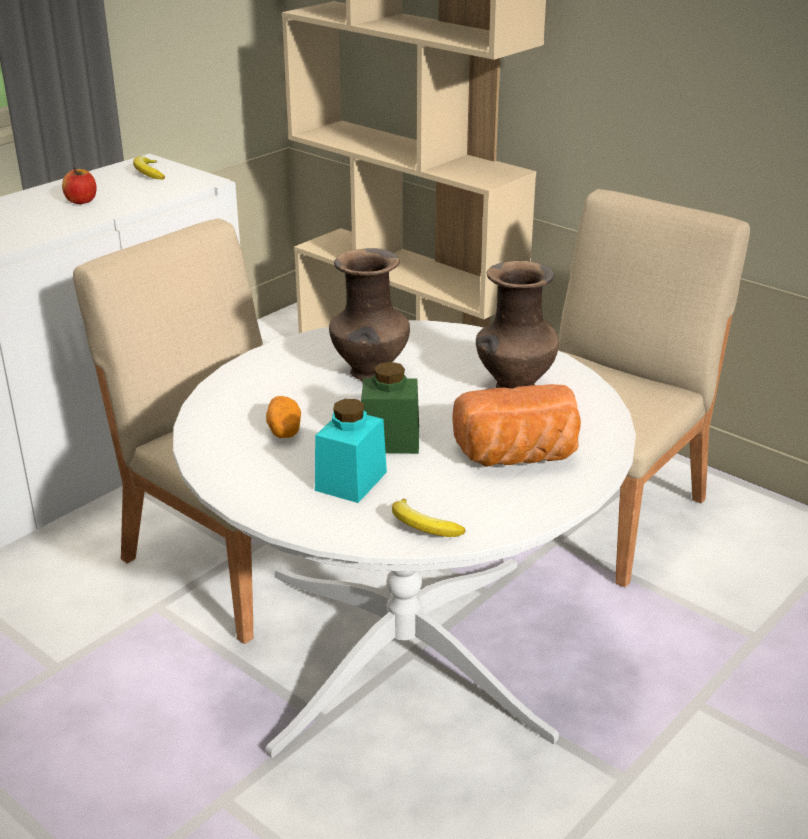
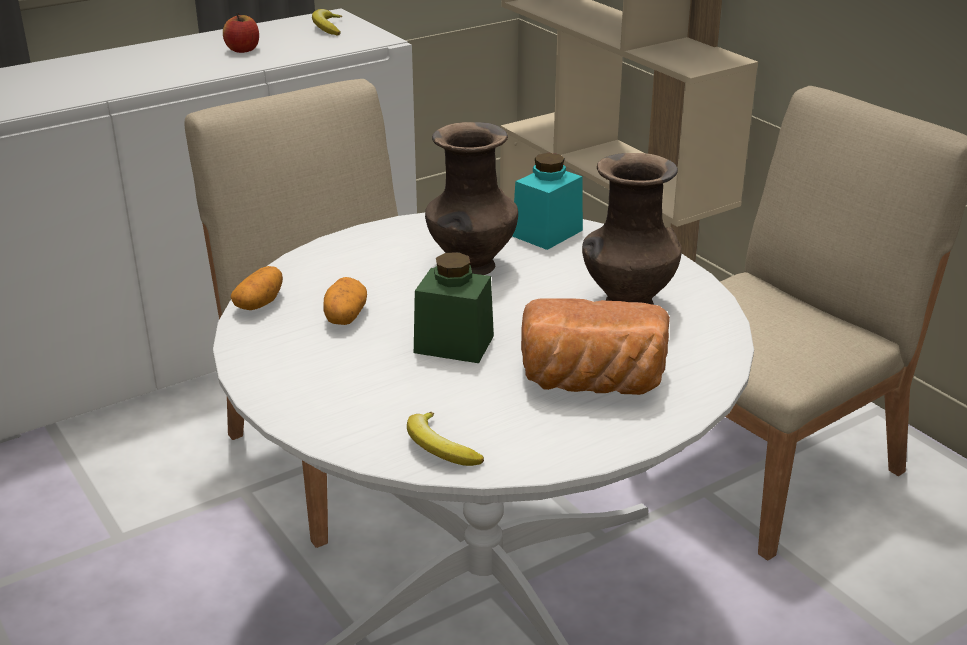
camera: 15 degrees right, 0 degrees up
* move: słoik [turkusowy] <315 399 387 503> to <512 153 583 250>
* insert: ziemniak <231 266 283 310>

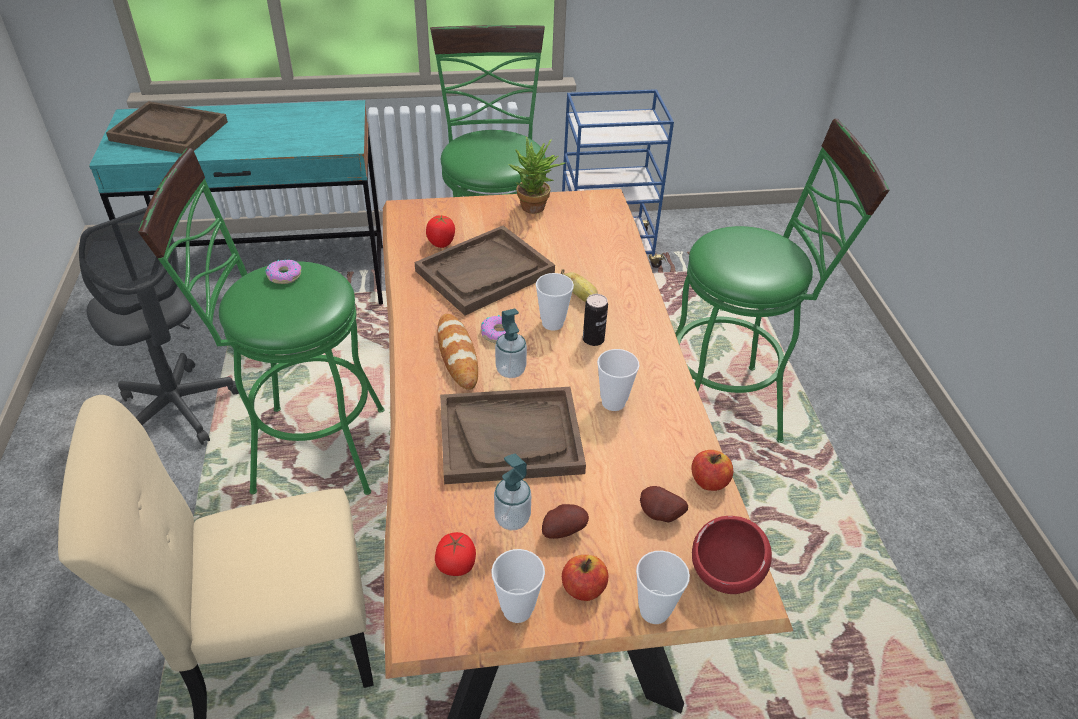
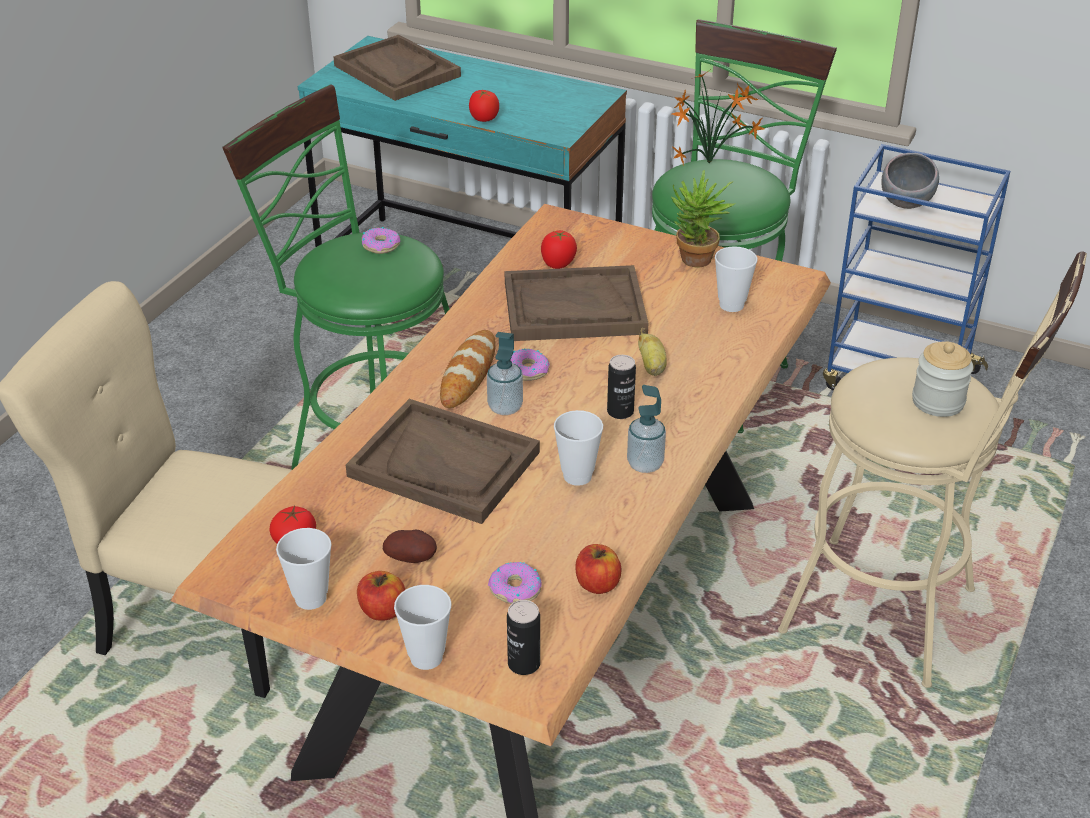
camera: 35 degrees right, 5 degrees down
* delete: krzesło biurowe [szary] <79 207 239 445>
* move: dozownik mydła <494 454 531 530> to <627 385 666 473>
* move: filiżanka <536 273 574 331> to <715 246 758 312>
* replace: ziemniak <640 486 688 522> to donut <488 562 542 604>
* recolor: stołek [zielony] <675 119 889 443> to stołek [beżowy] <778 251 1087 688>
* replace: miska [czerwony] <692 516 772 594> to puszka <507 600 540 675>
* insert: pomidor <469 90 499 122>
* insert: roślina doniczkowa <671 70 764 165>
* insert: miska [szary] <882 153 939 209>
* insert: słoik <912 341 973 417>

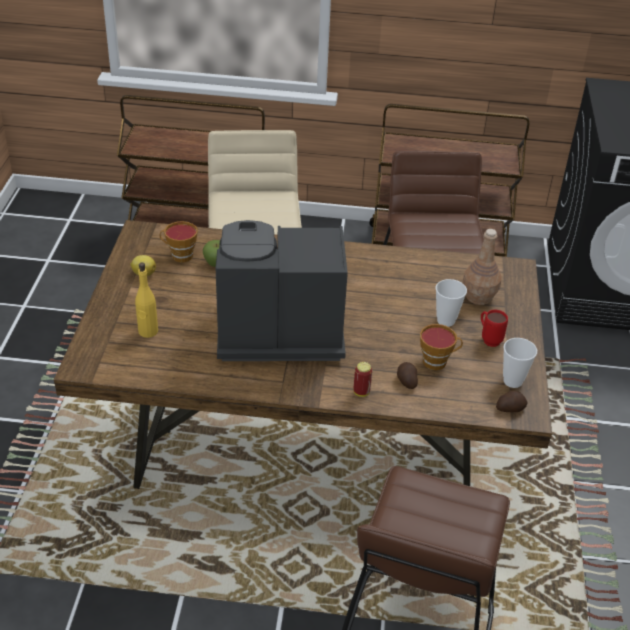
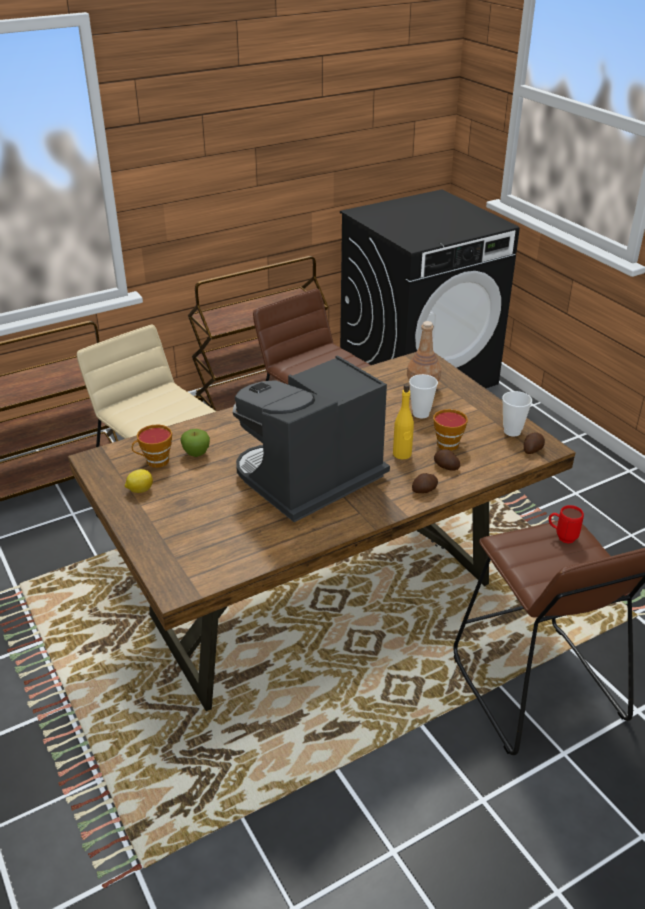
camera: 35 degrees left, 5 degrees down
* move: butelka [żółty] <135 263 158 338> to <393 384 414 459>
* replace: puszka <353 362 372 397> to ziemniak <412 473 438 493>
* move: kubek [czerwony] <481 310 508 347> to <548 505 584 543>

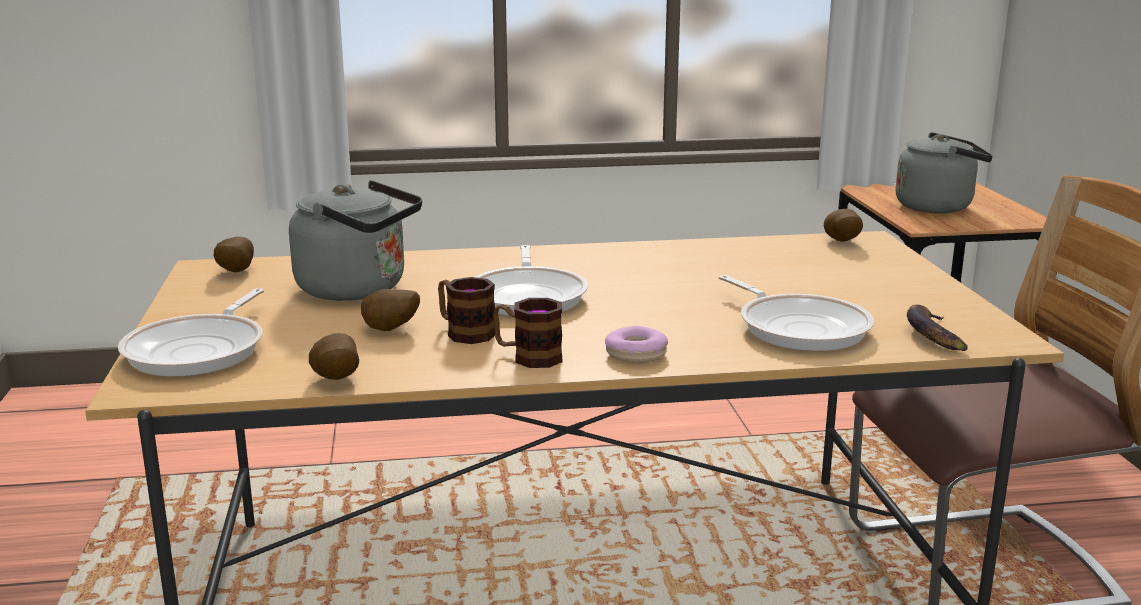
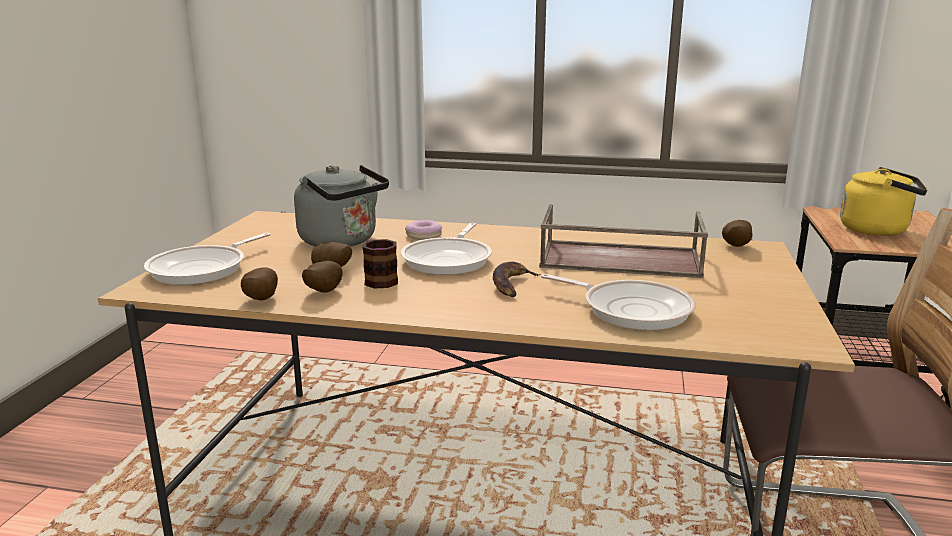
camera: 20 degrees right, 0 degrees up
* move: ziemniak <214 237 254 272> to <302 261 342 293>
* delete: kubek <493 298 563 368>
* move: donut <605 326 668 363> to <405 220 442 240>
* rotate: patelnia <719 275 874 351> = <541 274 696 330> 45 degrees counterclockwise
* recolor: czajnik [szary] <895 132 993 213> to czajnik [żółty] <840 167 928 236>
* move: banan <907 304 968 351> to <493 262 540 297>
* insert: taca [brązowy] <539 204 708 278>

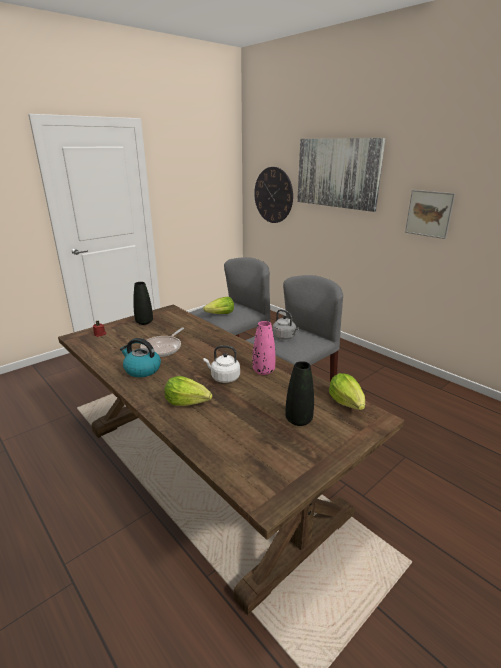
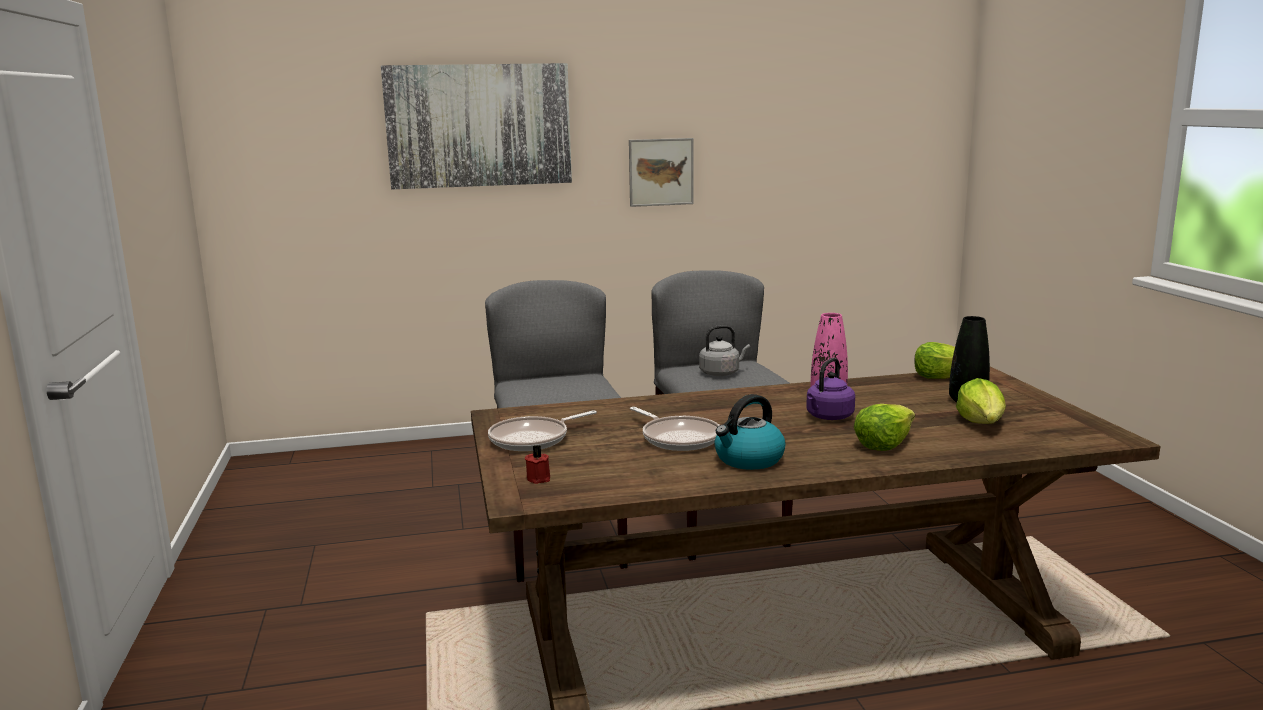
camera: 60 degrees left, 10 degrees down
* replace: wazon [czarny] <133 282 153 325> to patelnia <488 410 597 451>
* move: sałata <203 297 234 314> to <956 378 1006 424>
* recolor: czajnik [biały] <204 345 240 383> to czajnik [fioletowy] <806 358 855 420>
* delete: zegar ścienny <254 167 293 223>

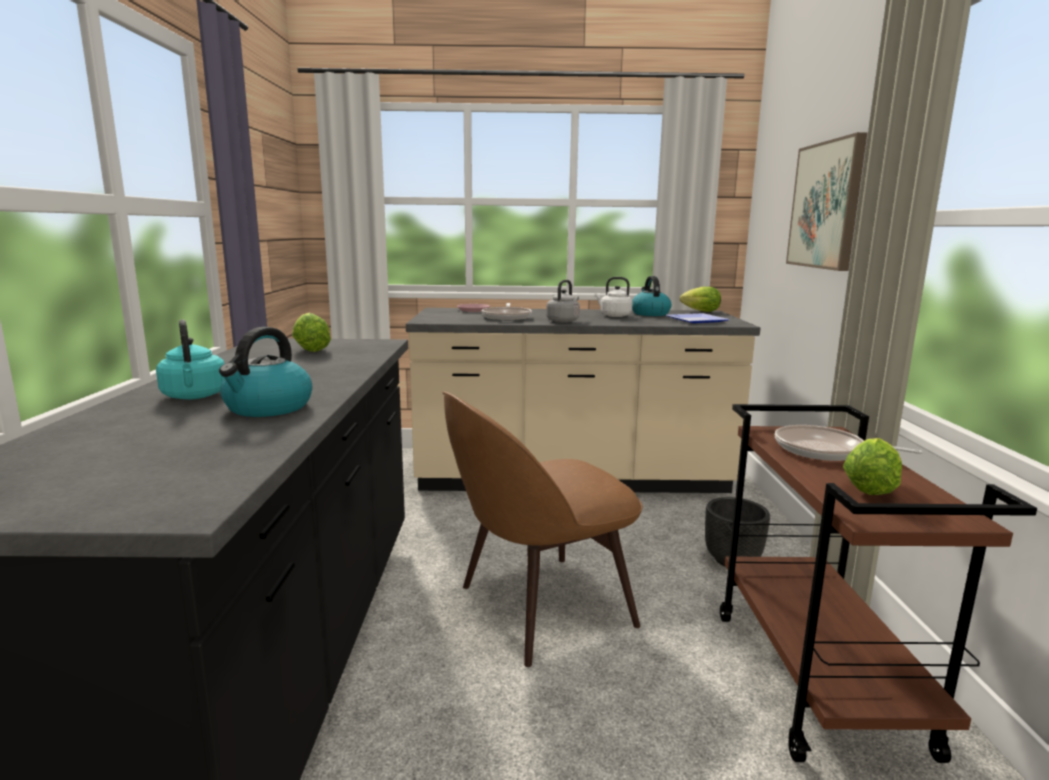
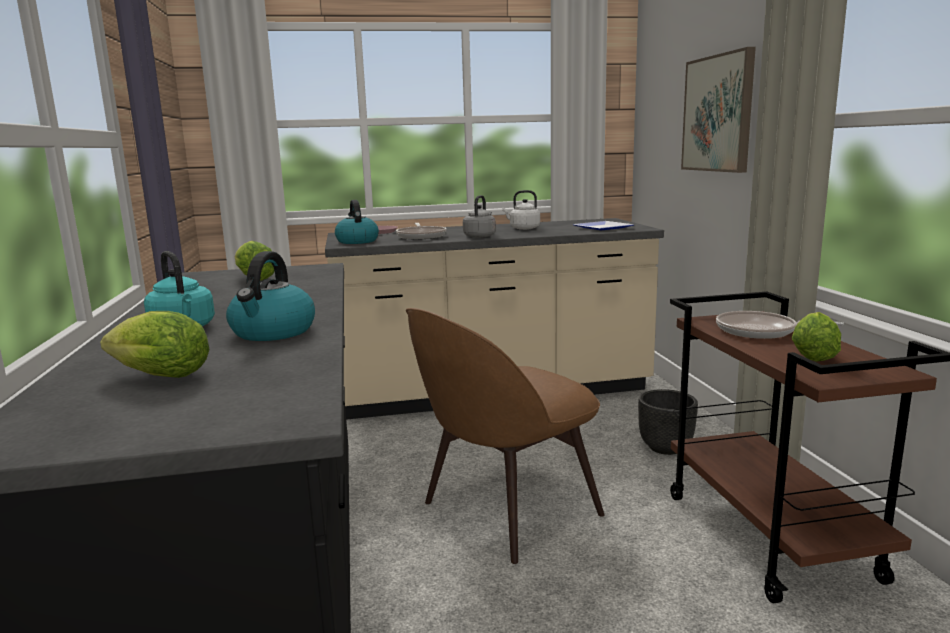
camera: 10 degrees left, 0 degrees up
* move: czajnik <632 276 671 316> to <335 200 379 244>
* move: sałata <680 287 721 312> to <100 311 209 378>

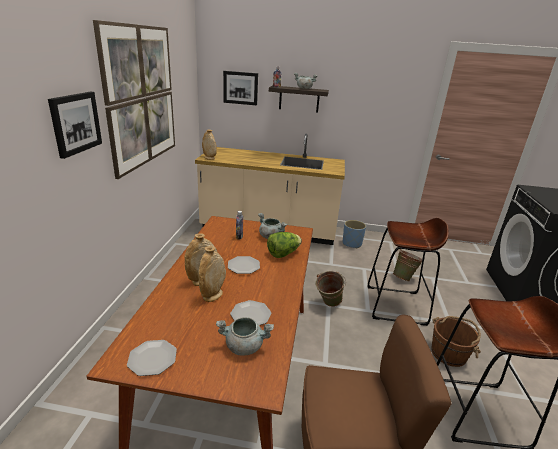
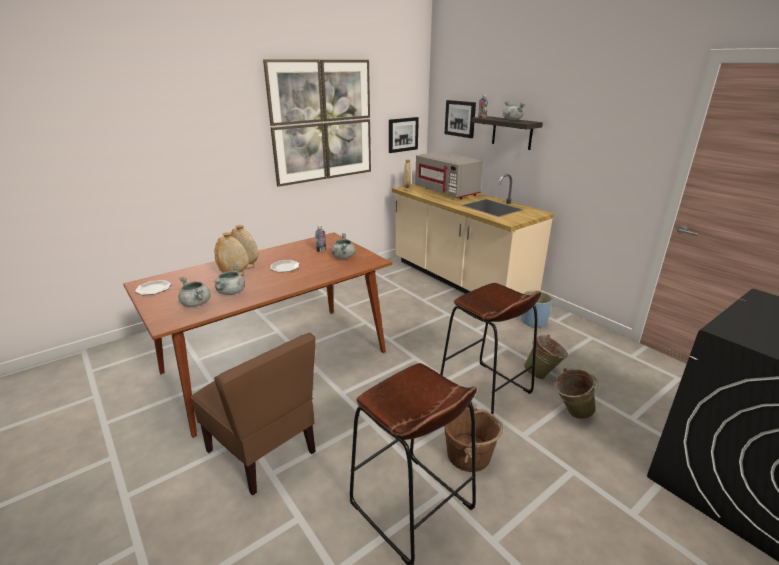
camera: 45 degrees right, 0 degrees up
* move: obraz <48 92 102 159> to <389 117 419 153>
* replace: talerz <230 300 271 325> to garnek [szary] <214 264 245 295>
* delete: sałata <267 232 302 258>
* move: wiadro [zielony] <316 271 346 307> to <554 368 598 419>
* insert: mikrofalówka [szary] <415 151 483 199>

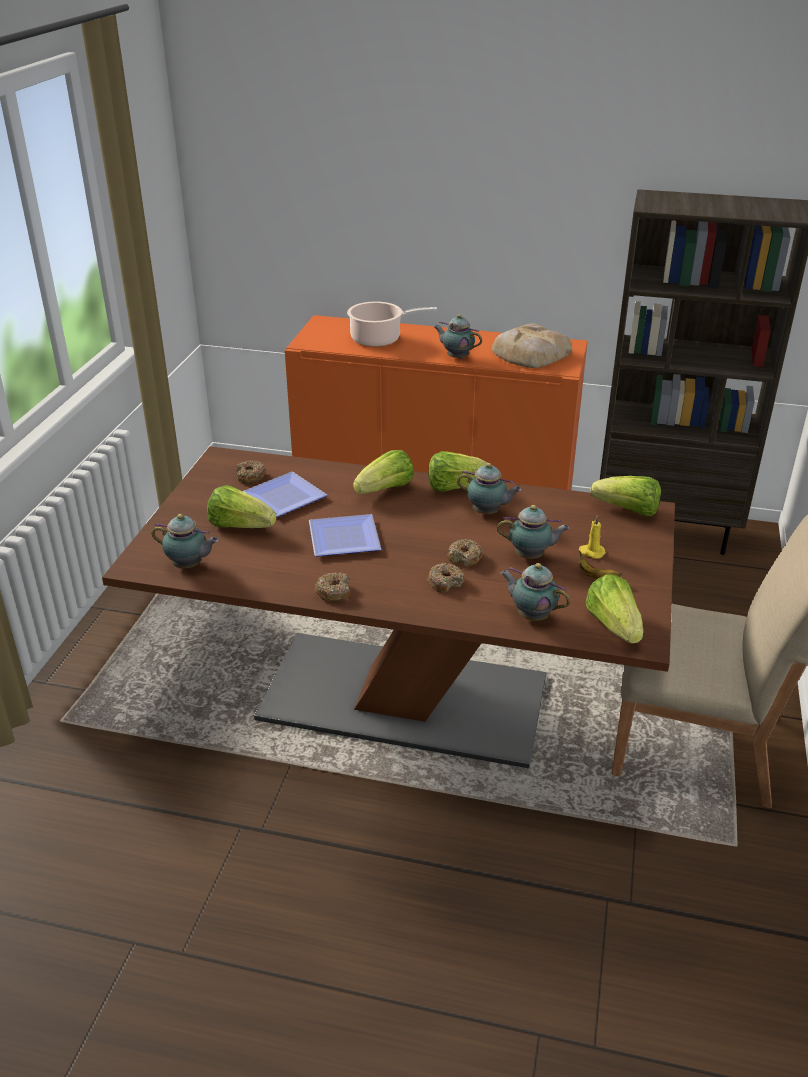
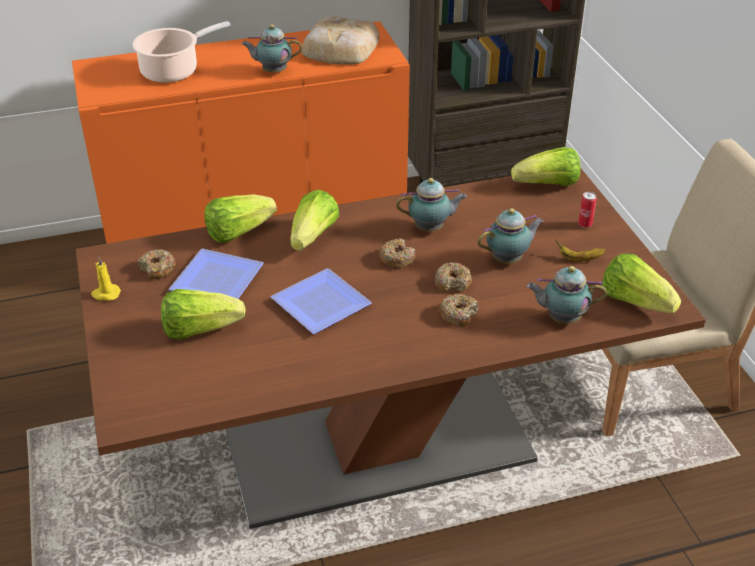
camera: 30 degrees left, 5 degrees up
* delete: imbryk <152 514 219 568>
* move: donut <315 572 350 601> to <379 238 416 269>
* move: sałata <429 451 493 492> to <204 194 277 243>
* move: świeca [żółty] <579 515 606 558> to <91 257 121 301>
* insert: puszka <578 192 597 228>

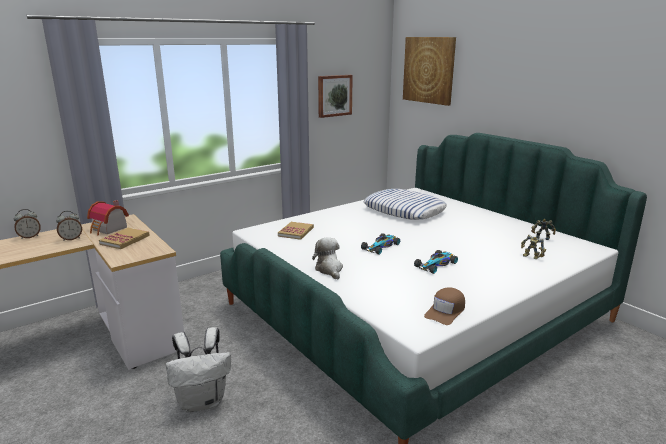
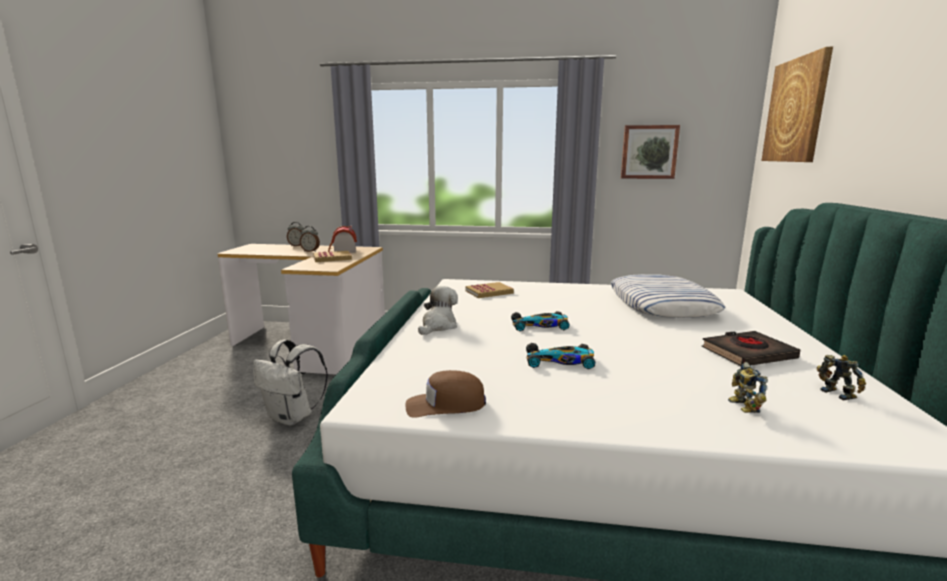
camera: 45 degrees right, 5 degrees down
* insert: książka [czarny] <701 331 800 366>

